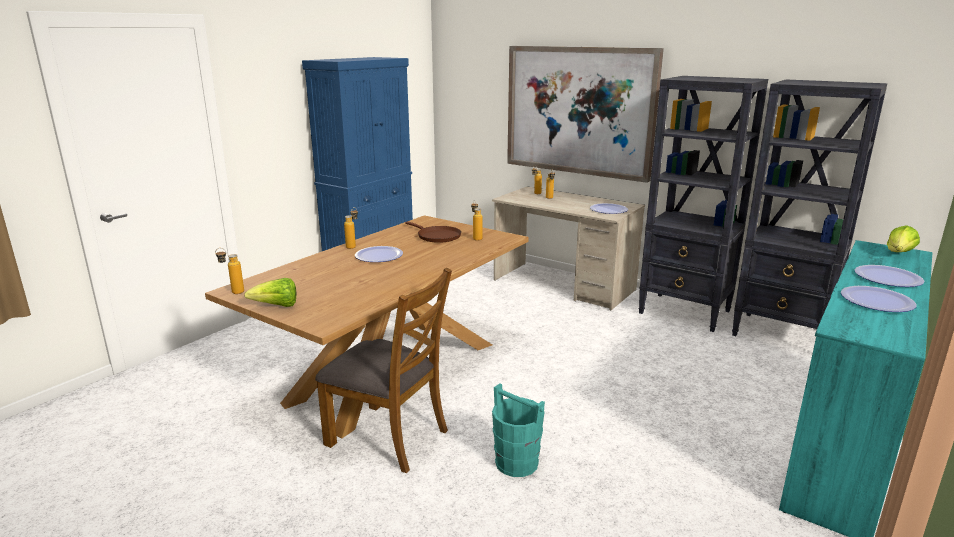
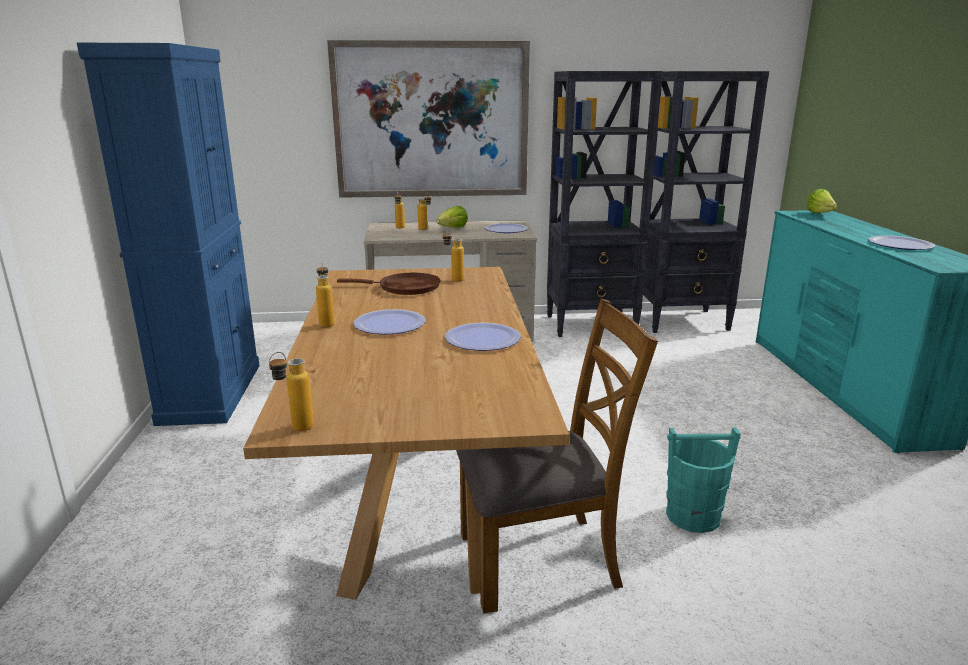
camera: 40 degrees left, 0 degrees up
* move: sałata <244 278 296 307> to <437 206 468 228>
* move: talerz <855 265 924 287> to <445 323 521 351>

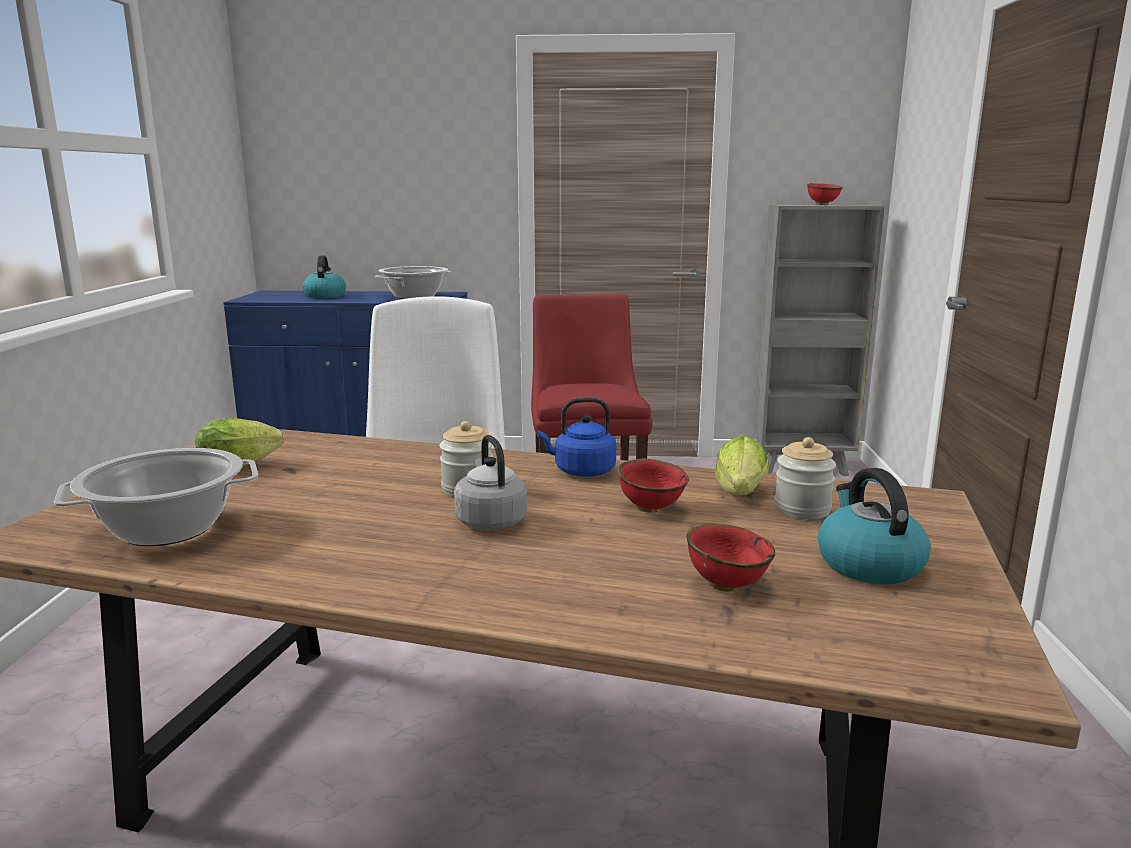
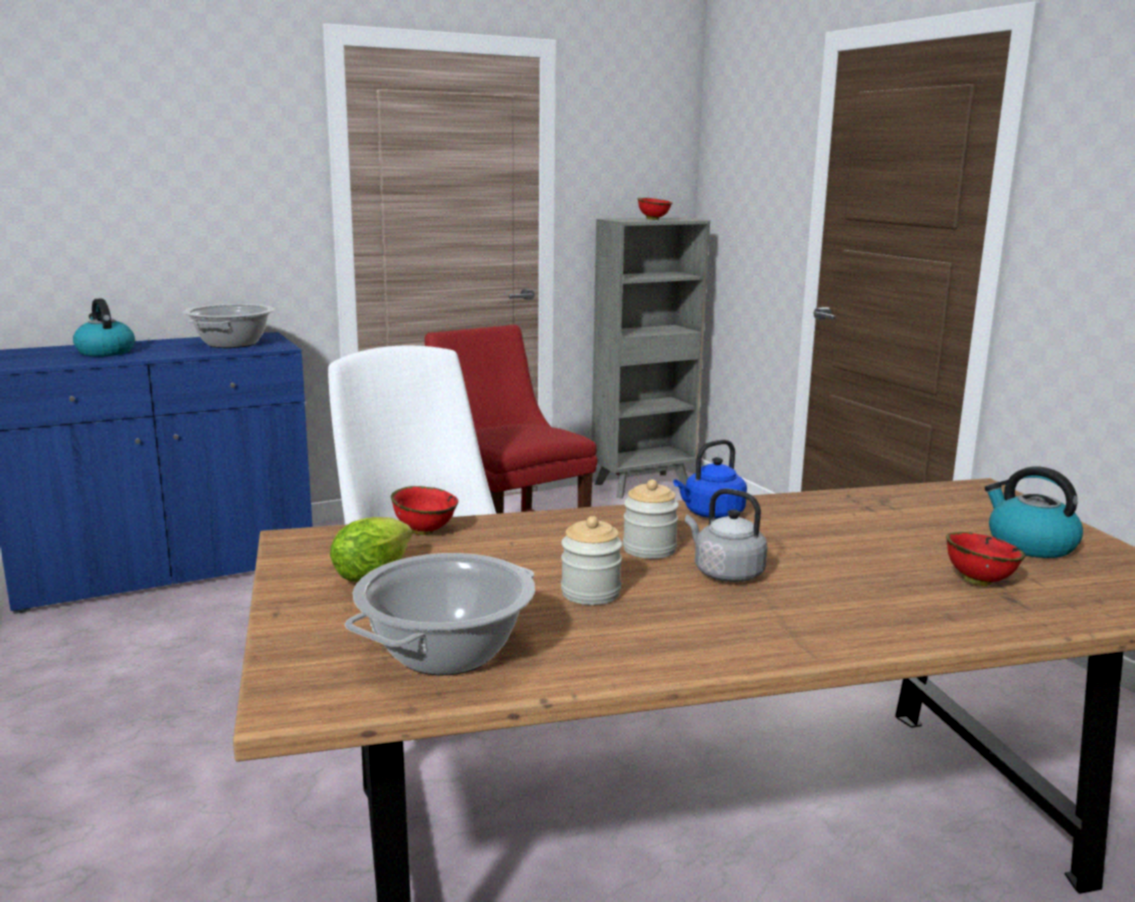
camera: 30 degrees left, 0 degrees up
* move: miska [czerwony] <617 458 689 513> to <391 486 458 535>
* delete: sałata <715 435 769 496>
* move: słoik <774 437 836 519> to <561 516 622 605>

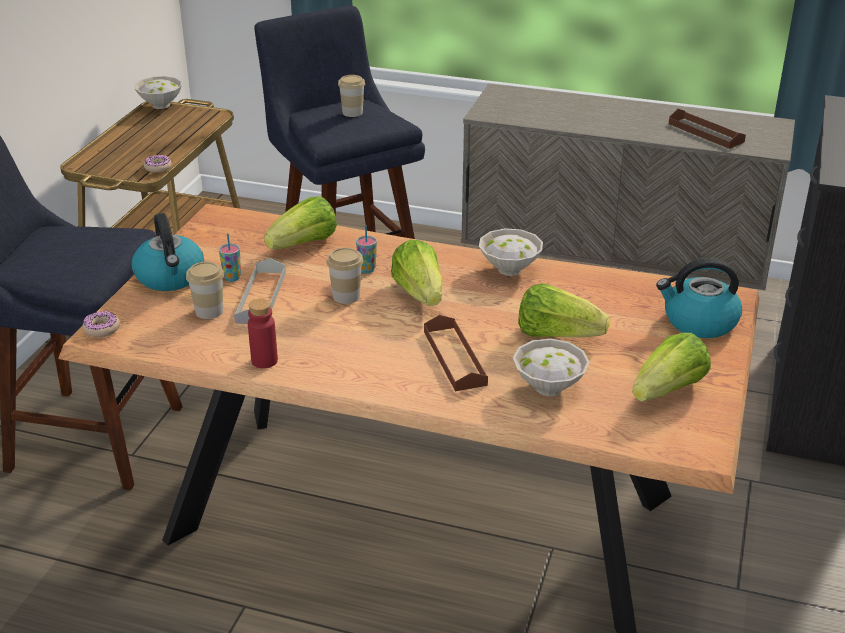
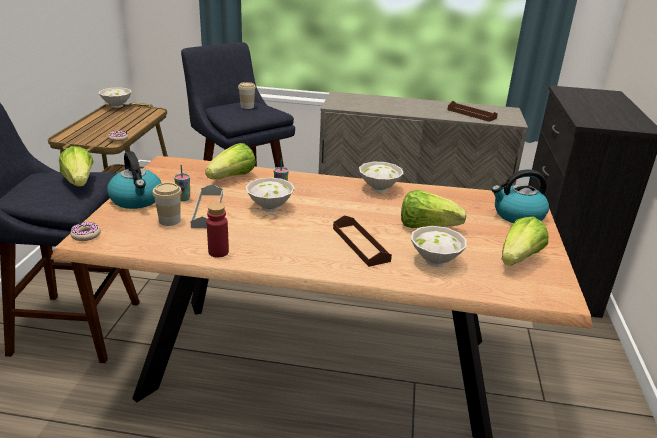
camera: 10 degrees left, 5 degrees down
* replace: filiżanka <326 247 363 304> to miska [biały] <245 177 294 212>
* move: sałata <391 240 442 306> to <59 146 94 187>

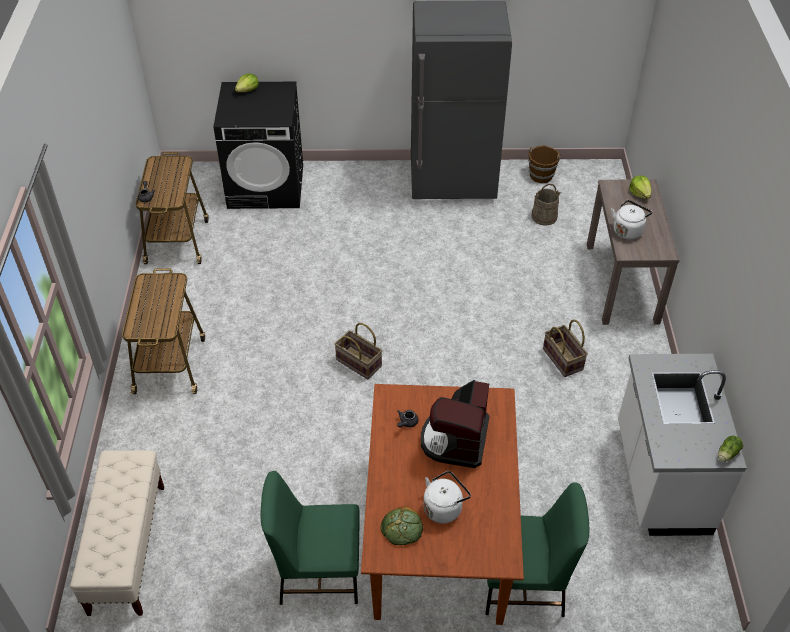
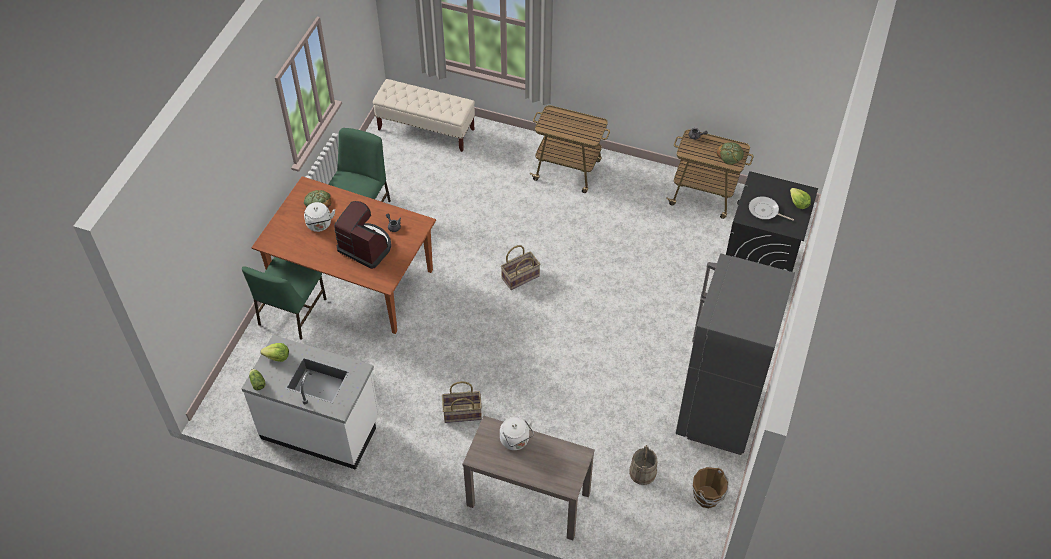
camera: 110 degrees right, 5 degrees up
* move: sałata <629 175 652 199> to <261 343 289 362>
* insert: chleb <716 142 744 165>
* insert: patelnia <749 196 794 221>

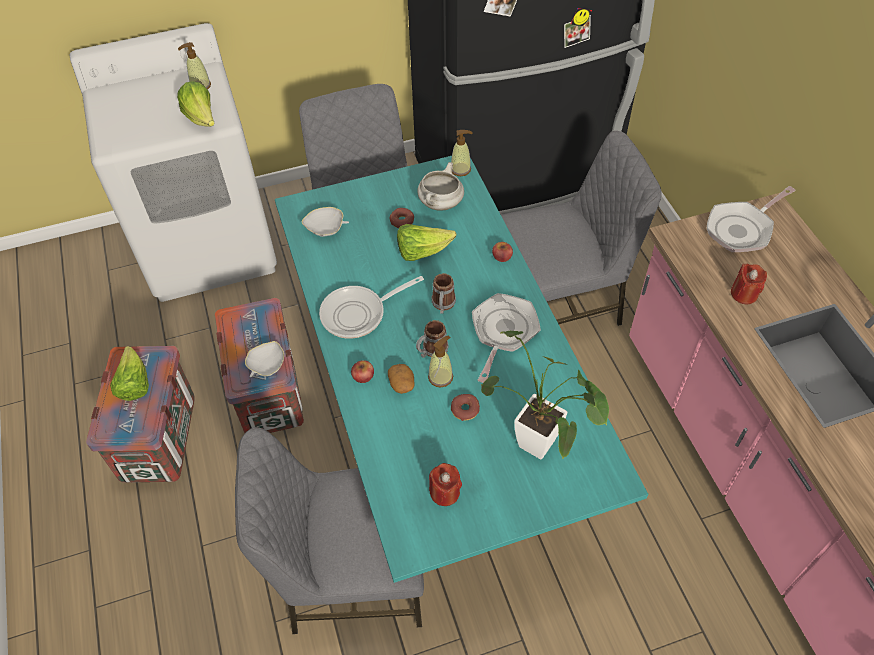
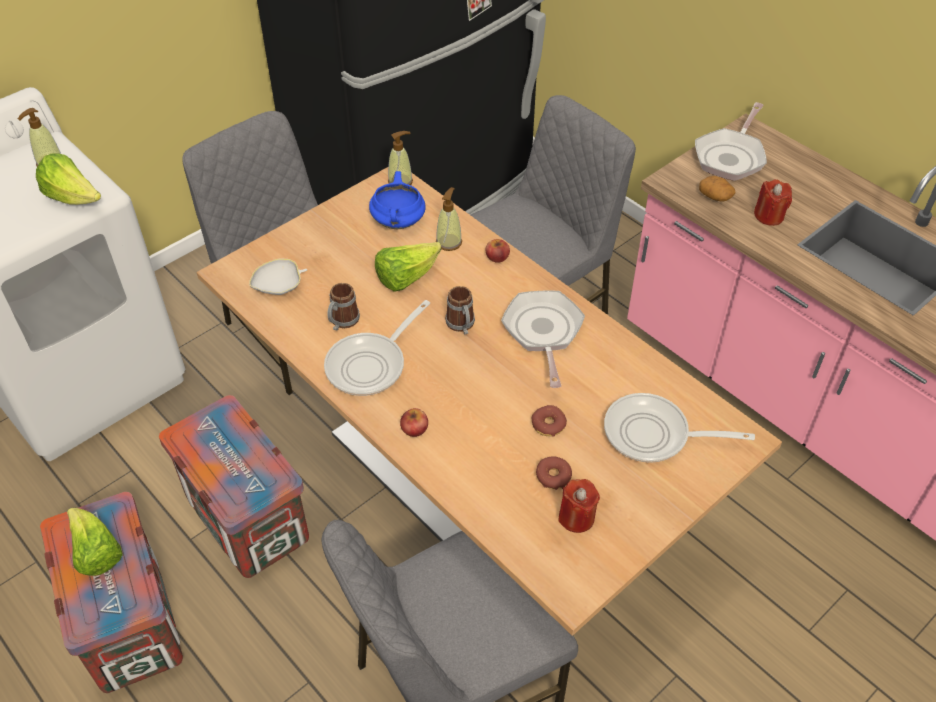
camera: 25 degrees left, 5 degrees down
* delete: miska [biały] <245 341 284 377>
* recolor: stół jadalny [turkusowy] <275 156 648 583> to stół jadalny [beżowy] <197 167 782 636>
* move: ziemniak <388 364 415 394> to <699 176 736 202>
* move: donut <390 208 414 228> to <536 456 572 490>
* move: kubek <416 320 449 358> to <327 283 360 331>
* recolor: garnek [biały] <417 162 464 211> to garnek [niebieski] <369 171 426 229>
* move: dozownik mydła <428 335 453 387> to <436 187 462 251>
* replace: roślina doniczkowa <481 331 609 459> to patelnia <604 393 755 463>

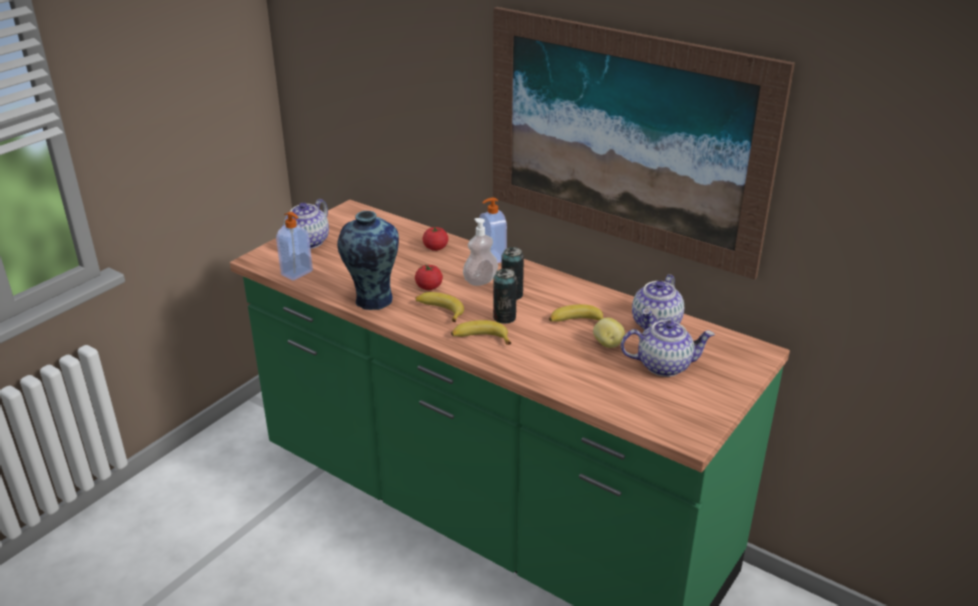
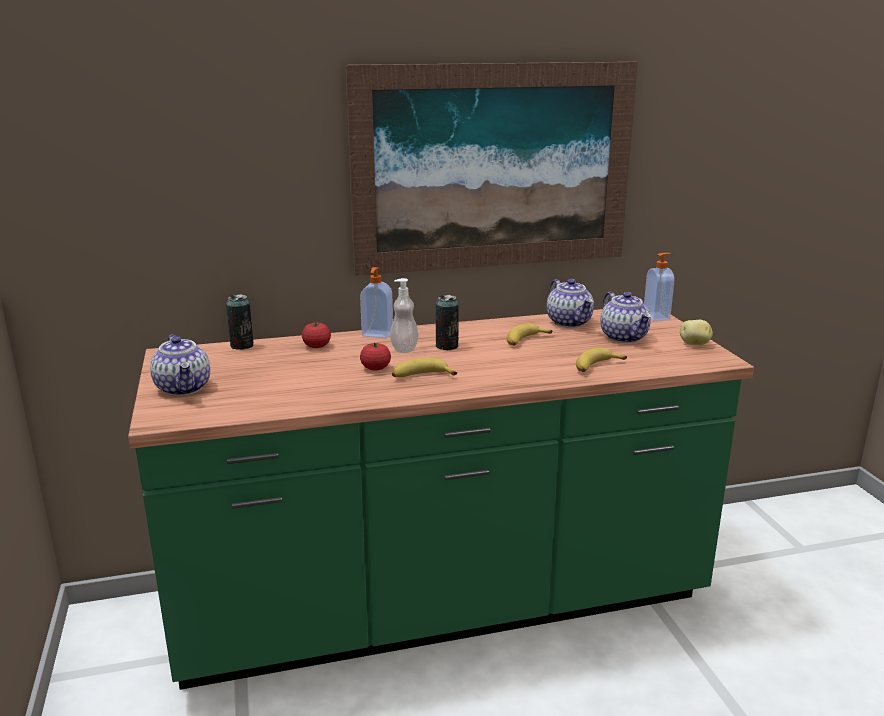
camera: 50 degrees left, 10 degrees down
* move: dozownik mydła <276 212 313 281> to <644 253 674 321>
* delete: wazon <337 211 399 310>
* move: banan <451 320 511 345> to <576 348 627 372>
* move: puszka <493 268 517 324> to <226 294 253 350>
* move: ziemniak <593 317 625 348> to <680 320 713 345>
* rotate: imbryk <621 320 715 377> = <600 292 652 343> 120 degrees clockwise

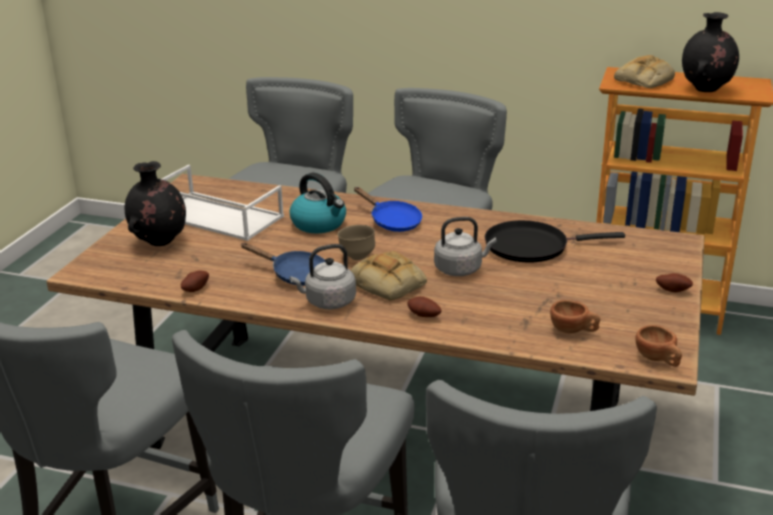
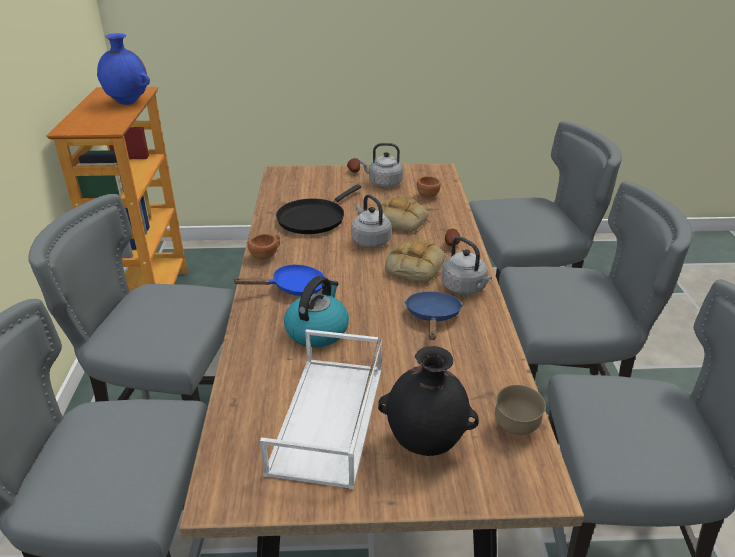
camera: 110 degrees left, 5 degrees up
* delete: ziemniak <181 270 209 292>
* move: miska [brązowy] <337 225 375 260> to <495 385 546 435>
* rotate: patelnia [niebieski] <354 187 422 232> = <232 264 325 296> 45 degrees clockwise
* rotate: patelnia [czarny] <485 220 625 263> = <276 184 361 234> 60 degrees clockwise
* move: chleb <614 55 675 88> to <375 195 429 232>
* move: filiżanka [brązowy] <635 325 682 367> to <247 233 280 260>
* recolor: wazon [czarny] <682 12 739 92> to wazon [niebieski] <97 33 150 105>
* insert: czajnik [szary] <360 143 403 188>

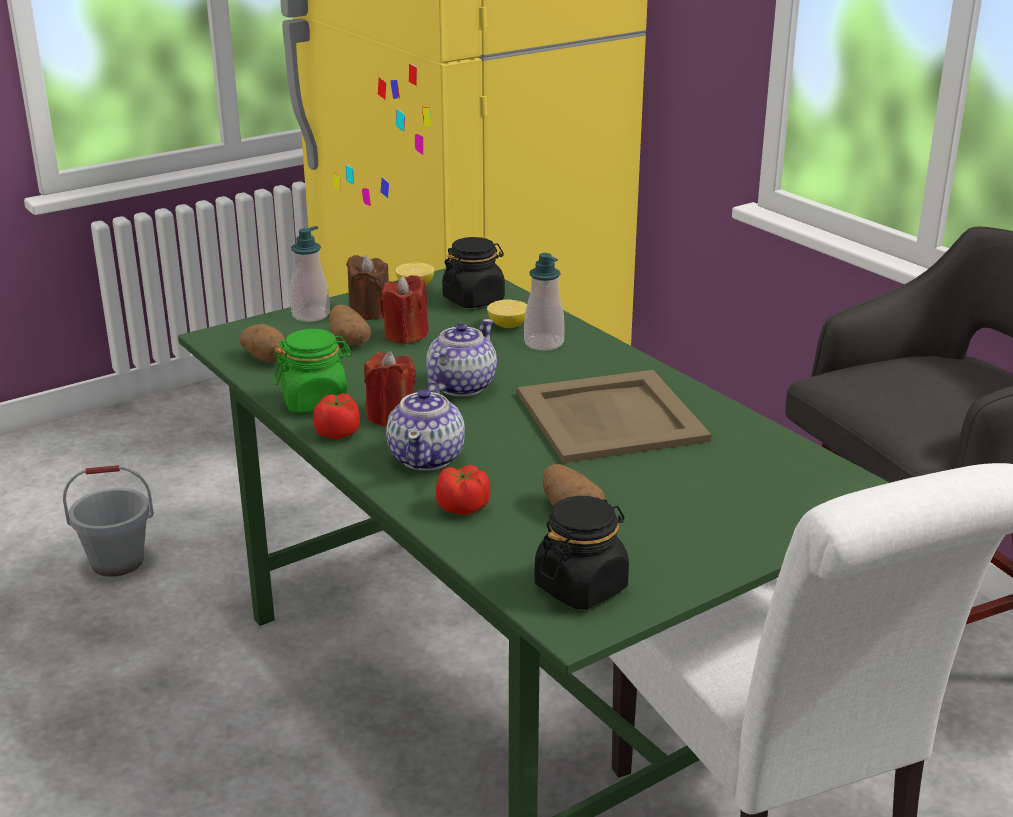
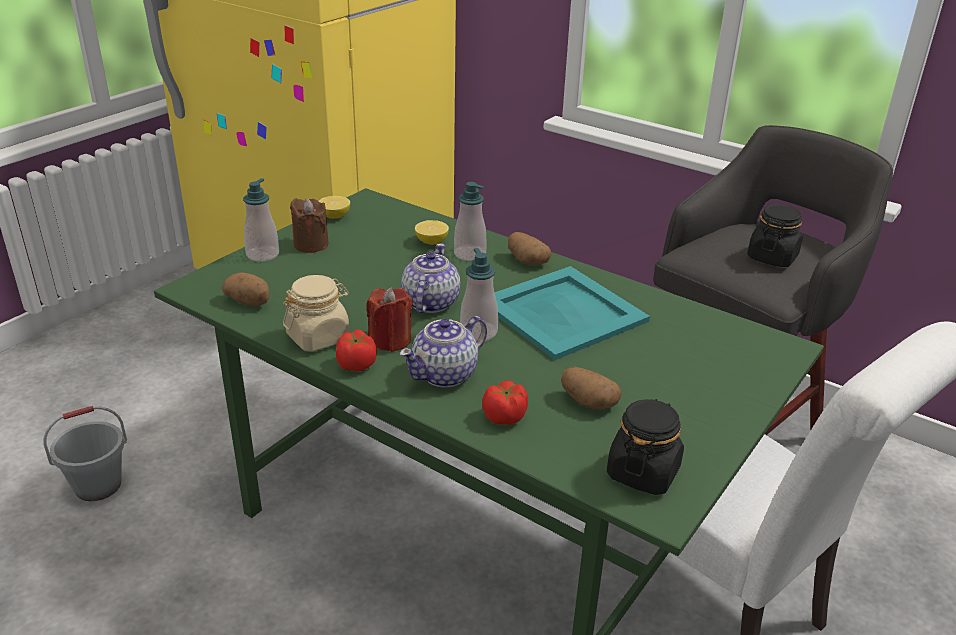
camera: 20 degrees left, 5 degrees up
* recolor: słoik [zielony] <274 329 352 413> to słoik [beżowy] <283 275 349 352>
* move: ziemniak <329 304 371 345> to <508 232 552 265>
* delete: świeca [czerwony] <380 275 429 344>
* rotate: imbryk <386 382 465 470> = <399 316 487 388> 60 degrees clockwise
* move: słoik [czarny] <442 237 505 308> to <747 204 803 267>
* recolor: taca [beżowy] <517 370 712 463> to taca [turkusowy] <494 266 650 360>
* insert: dozownik mydła <460 248 498 342>

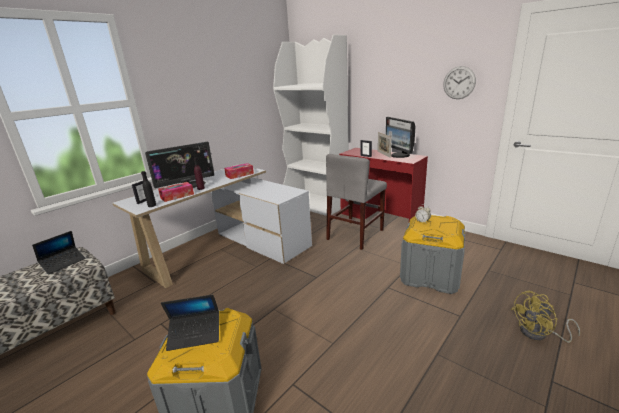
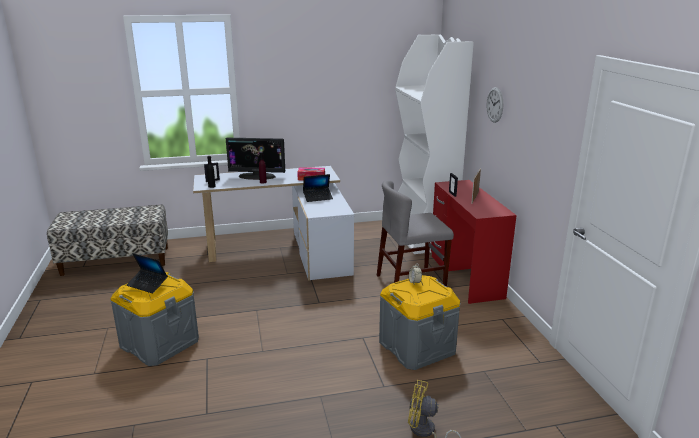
camera: 35 degrees right, 0 degrees up
* move: laptop <32 231 86 274> to <303 174 333 202>
* delete: pudełko chusteczek <158 182 194 202>
* delete: monitor <386 117 416 158>
* move: zegar ścienny <443 66 476 99> to <486 87 503 123>

